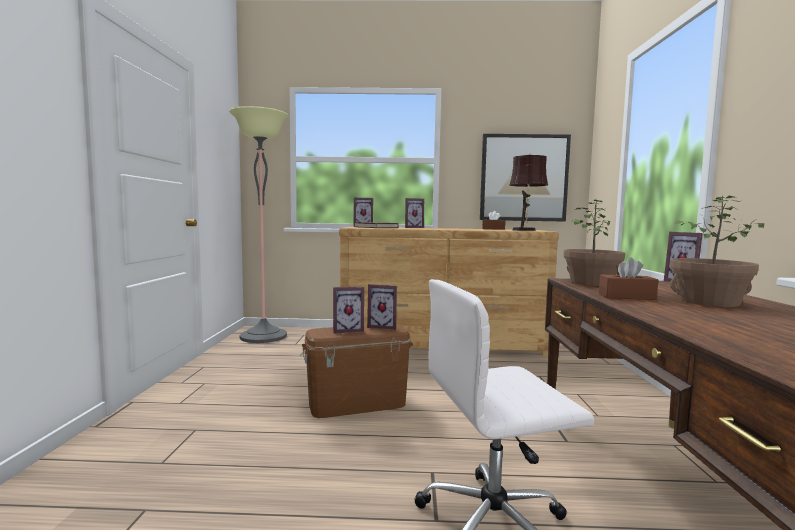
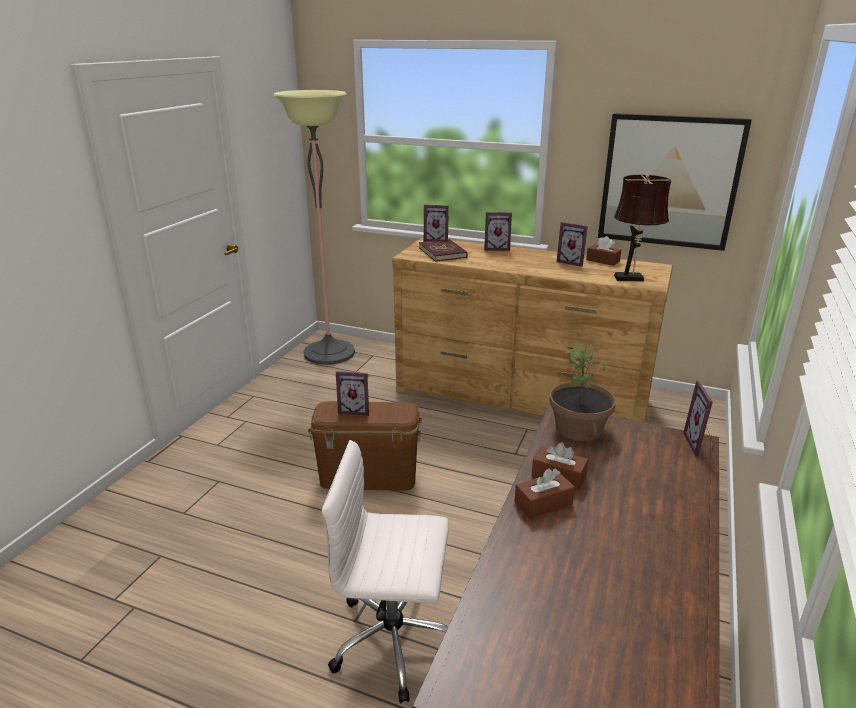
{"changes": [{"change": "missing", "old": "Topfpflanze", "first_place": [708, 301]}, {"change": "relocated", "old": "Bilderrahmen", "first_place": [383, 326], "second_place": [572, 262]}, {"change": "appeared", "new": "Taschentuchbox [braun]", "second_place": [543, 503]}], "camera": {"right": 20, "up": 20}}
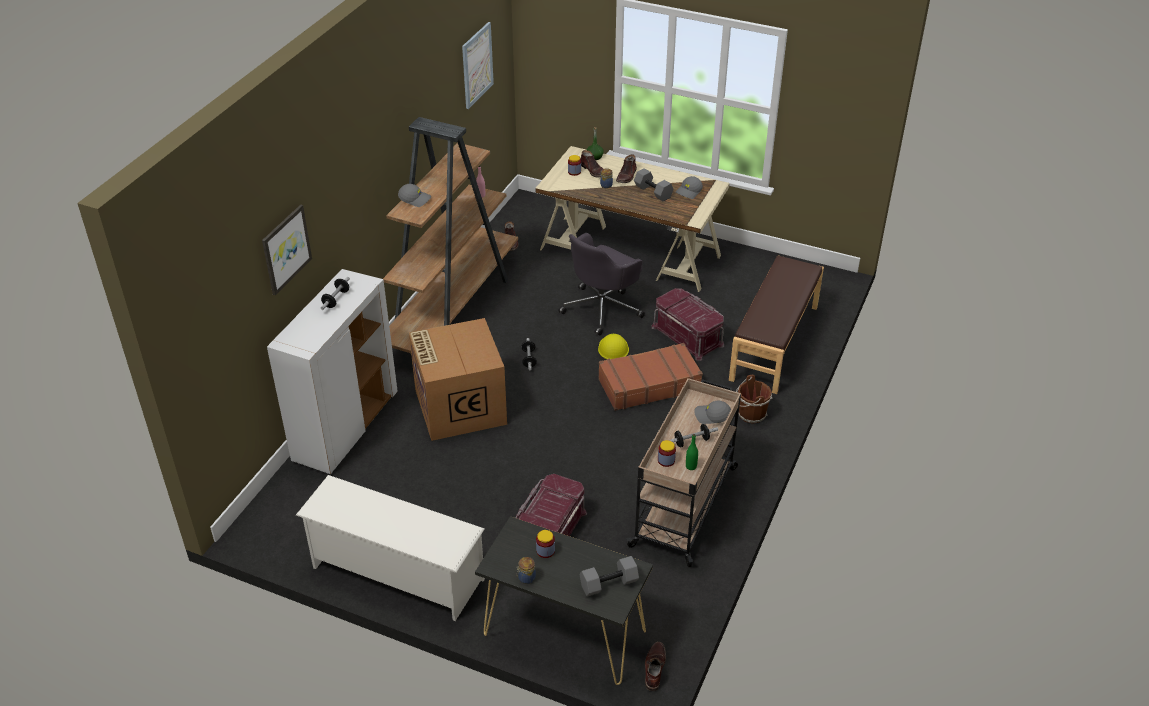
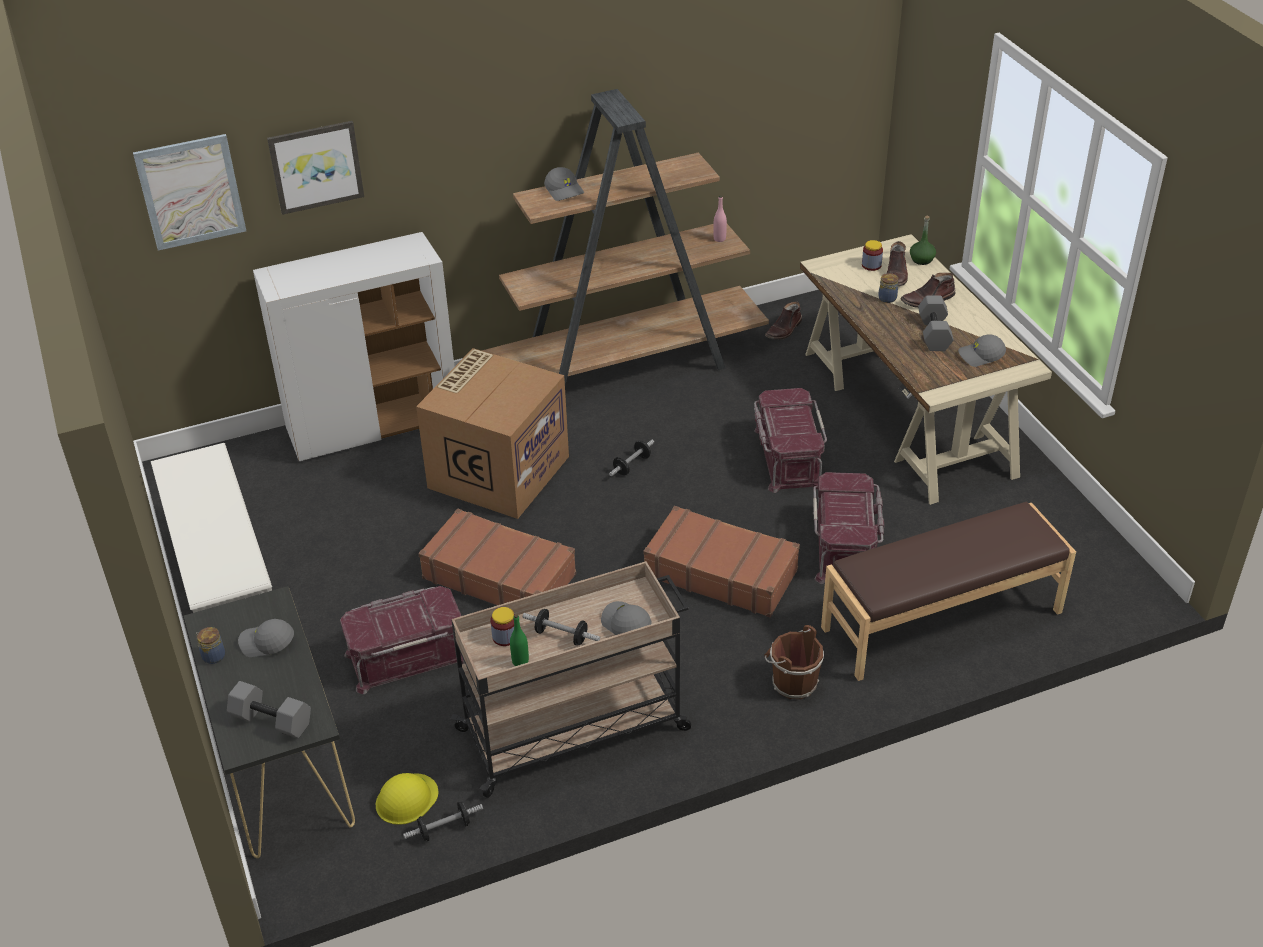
{"changes": [{"change": "relocated", "old": "Bild", "first_place": [477, 65], "second_place": [190, 192]}, {"change": "exchanged", "old": "Bürostuhl [grau]", "new": "Aufbewahrungsbox [rot]", "first_place": [602, 308], "second_place": [787, 457]}, {"change": "relocated", "old": "Hantel", "first_place": [336, 299], "second_place": [444, 829]}, {"change": "relocated", "old": "Schutzhelm [gelb]", "first_place": [613, 348], "second_place": [406, 799]}, {"change": "exchanged", "old": "Vorratsglas", "new": "Kappe [grau]", "first_place": [545, 551], "second_place": [267, 643]}, {"change": "missing", "old": "Stiefel [braun]", "first_place": [654, 668]}, {"change": "appeared", "new": "Koffer [braun]", "second_place": [499, 576]}], "camera": {"right": 45, "up": 0}}
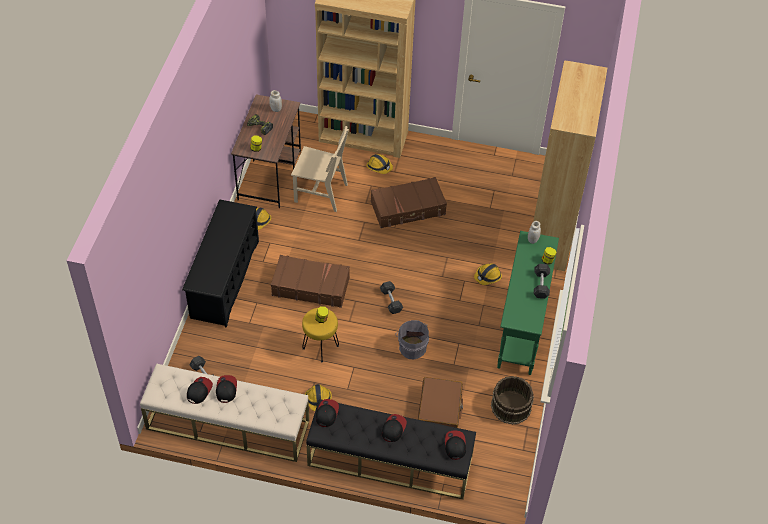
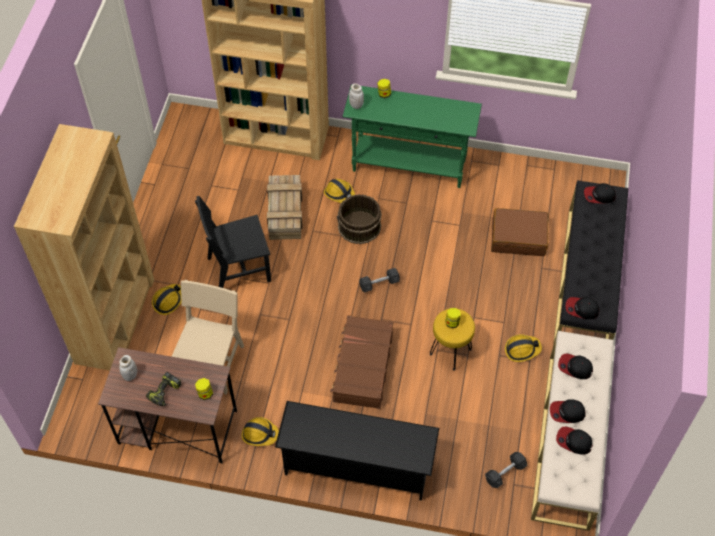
{"changes": [{"change": "exchanged", "old": "Koffer [braun]", "new": "Stuhl [schwarz]", "first_place": [408, 208], "second_place": [239, 269]}, {"change": "missing", "old": "Hantel [grau]", "first_place": [541, 285]}, {"change": "missing", "old": "Eimer [grau]", "first_place": [412, 347]}, {"change": "relocated", "old": "Eimer [braun]", "first_place": [510, 406], "second_place": [359, 227]}, {"change": "relocated", "old": "Kappe", "first_place": [393, 428], "second_place": [575, 367]}, {"change": "appeared", "new": "Kiste", "second_place": [284, 211]}], "camera": {"right": -90, "up": 5}}
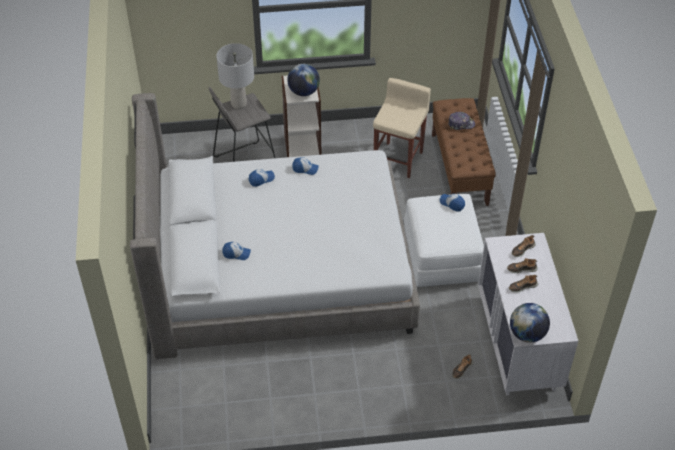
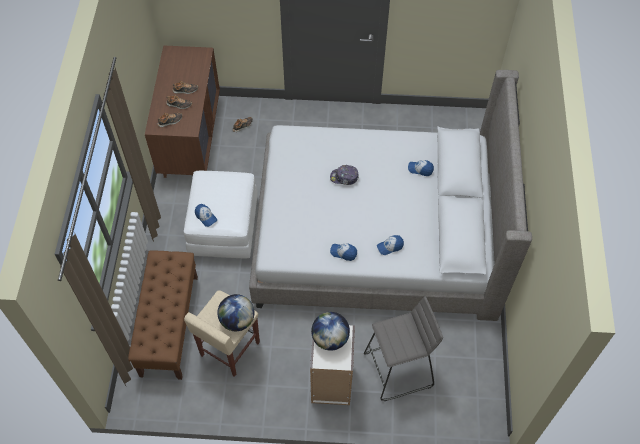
{"changes": [{"change": "missing", "old": "Tischlampe [grau]", "first_place": [239, 104]}, {"change": "relocated", "old": "Kappe", "first_place": [461, 124], "second_place": [344, 177]}, {"change": "colour", "old": "Kommode [weiß]", "new": "Kommode [braun]", "first_place": [518, 344], "second_place": [190, 138]}, {"change": "relocated", "old": "Globus", "first_place": [527, 334], "second_place": [237, 320]}], "camera": {"right": -170, "up": 10}}
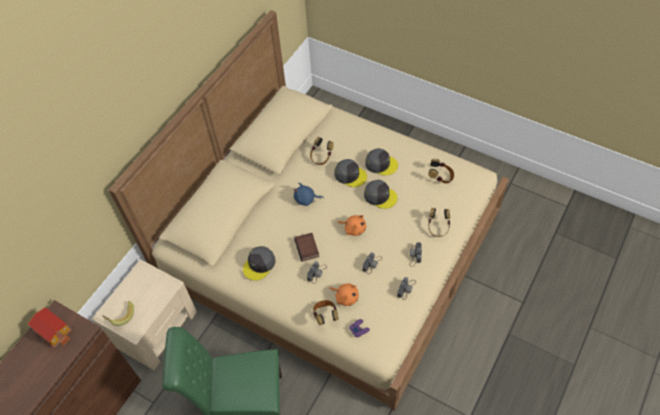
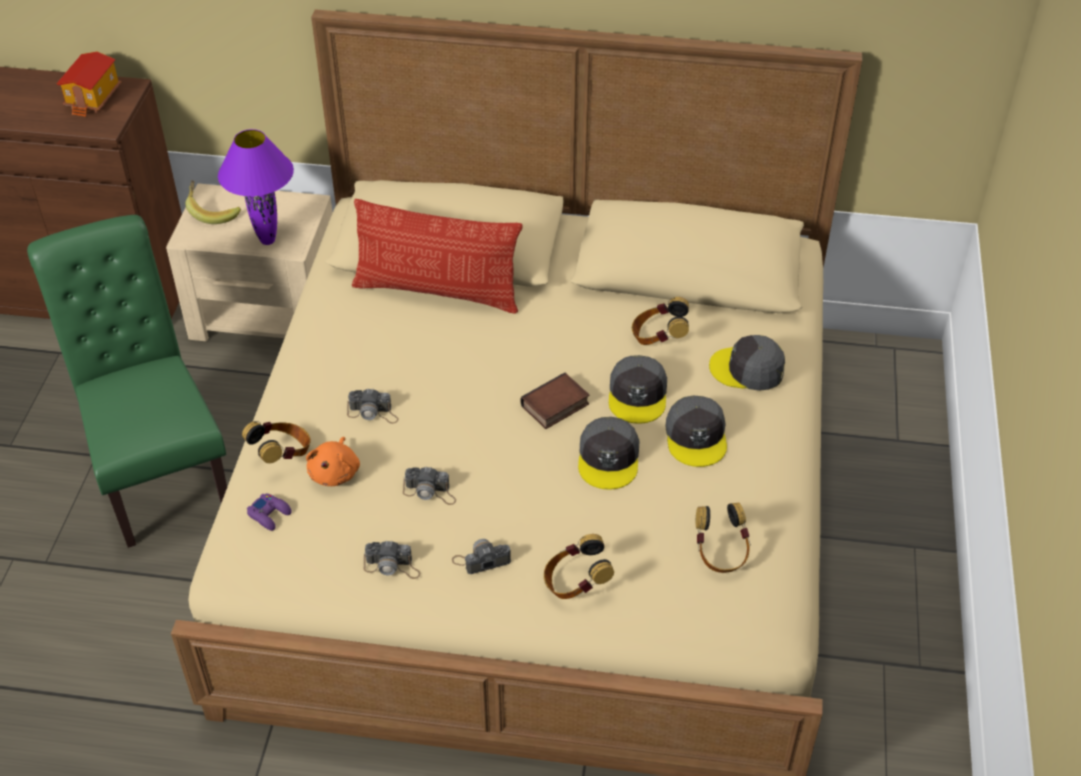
{"changes": [{"change": "missing", "old": "Plüschtier [blau]", "first_place": [306, 199]}, {"change": "missing", "old": "Plüschtier [orange]", "first_place": [353, 228]}, {"change": "relocated", "old": "Buch", "first_place": [308, 248], "second_place": [555, 406]}, {"change": "relocated", "old": "Kappe [grau]", "first_place": [259, 265], "second_place": [747, 369]}, {"change": "appeared", "new": "Tischlampe [lila]", "second_place": [268, 240]}, {"change": "appeared", "new": "Kissen", "second_place": [437, 291]}], "camera": {"right": 65, "up": -10}}
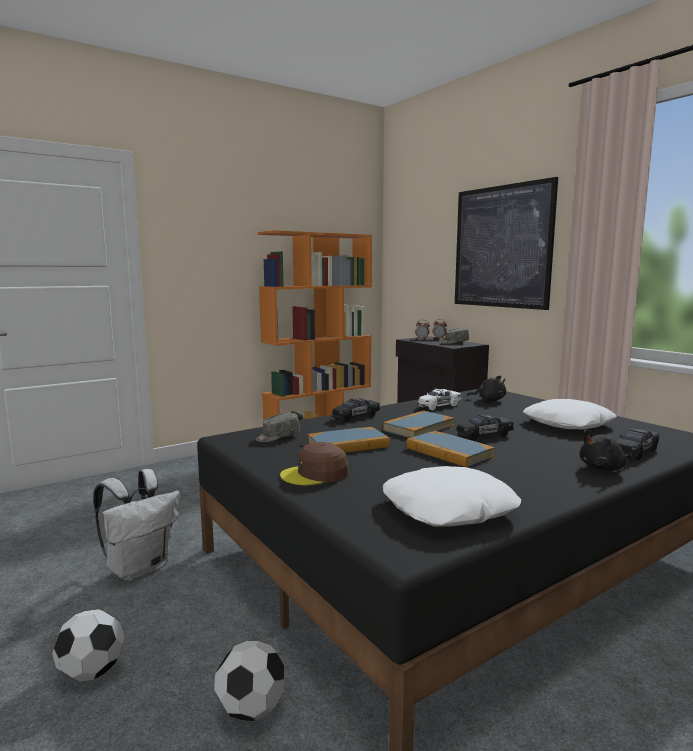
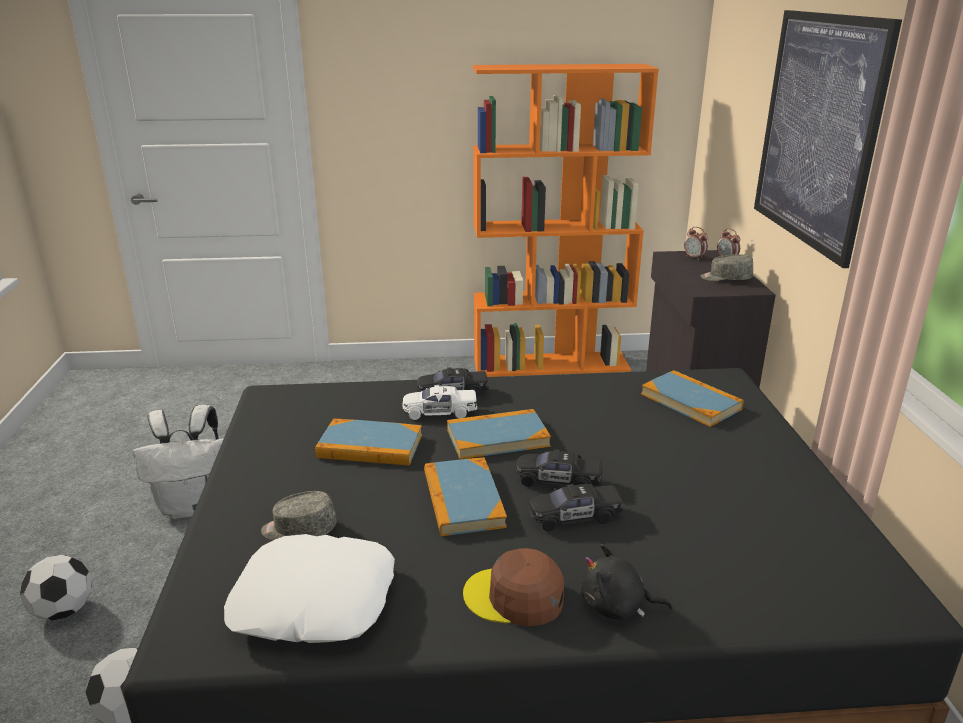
{"changes": [{"change": "exchanged", "old": "Plüschtier [schwarz]", "new": "Buch", "first_place": [489, 400], "second_place": [690, 401]}, {"change": "relocated", "old": "Spielzeugauto [weiß]", "first_place": [439, 406], "second_place": [440, 412]}, {"change": "missing", "old": "Kissen [weiß]", "first_place": [569, 423]}, {"change": "relocated", "old": "Kappe [grau]", "first_place": [277, 437], "second_place": [299, 529]}, {"change": "relocated", "old": "Spielzeugauto [schwarz]", "first_place": [635, 452], "second_place": [574, 517]}, {"change": "relocated", "old": "Kappe [braun]", "first_place": [315, 474], "second_place": [515, 597]}], "camera": {"right": 30, "up": 15}}
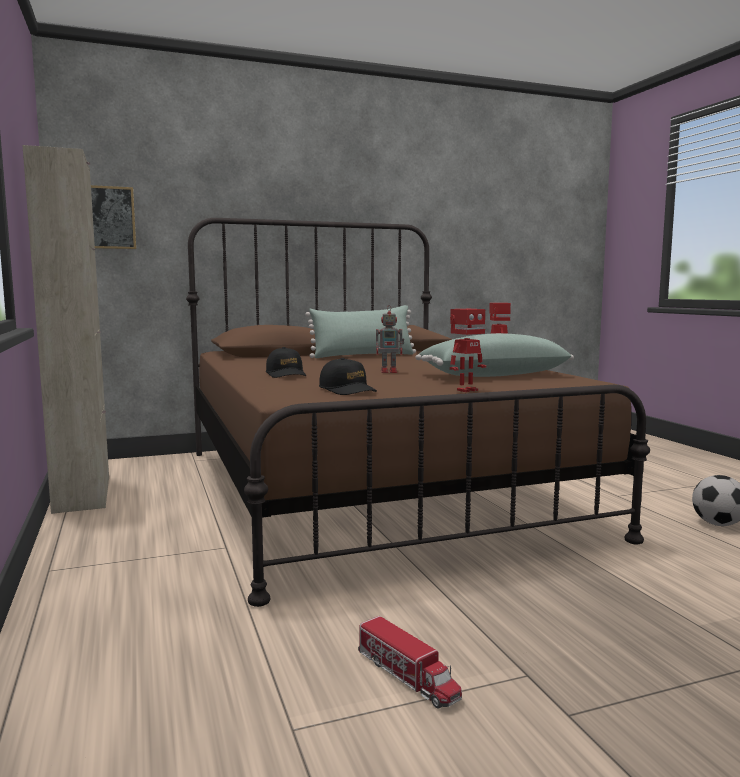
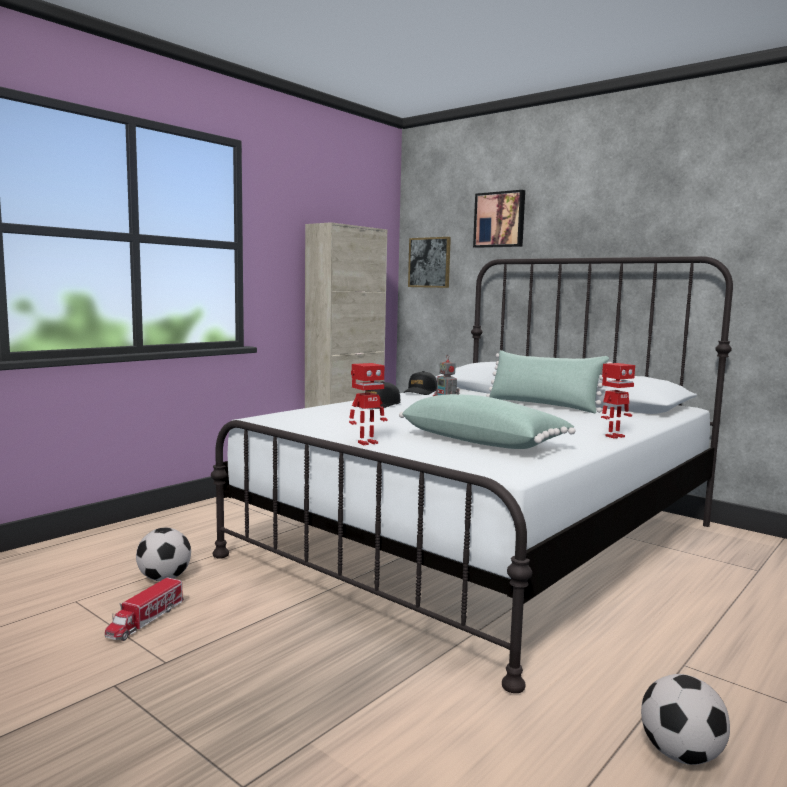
{"changes": [{"change": "colour", "old": "Bett [braun]", "new": "Bett [weiß]", "first_place": [371, 489], "second_place": [484, 539]}, {"change": "spun", "old": "Spielzeugroboter", "first_place": [466, 390], "second_place": [366, 443], "degrees": -60}, {"change": "relocated", "old": "Kappe [schwarz]", "first_place": [347, 390], "second_place": [420, 392]}, {"change": "appeared", "new": "Bild", "second_place": [500, 220]}, {"change": "appeared", "new": "Fußball", "second_place": [164, 578]}], "camera": {"right": 60, "up": 0}}
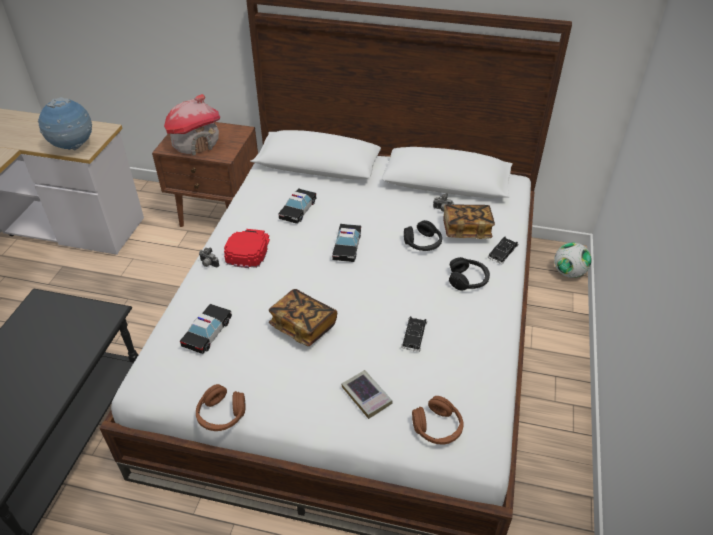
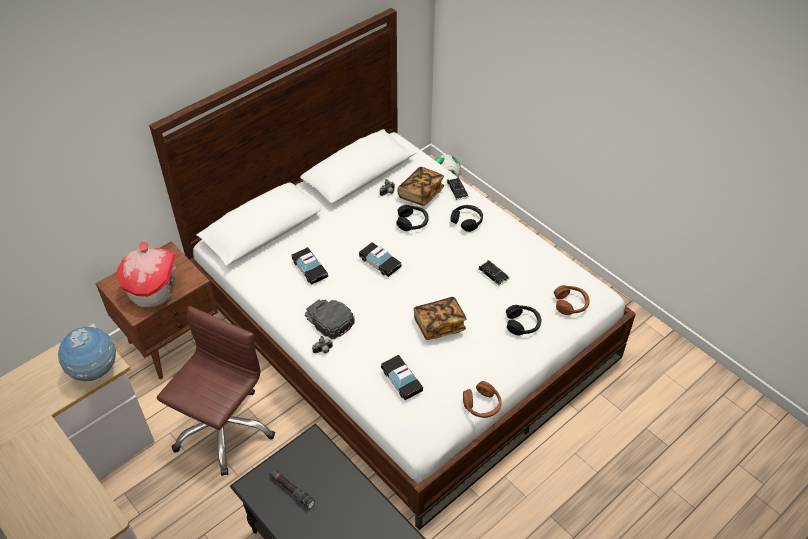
{"changes": [{"change": "colour", "old": "Kappe [rot]", "new": "Kappe [schwarz]", "first_place": [248, 249], "second_place": [329, 319]}, {"change": "exchanged", "old": "Buch", "new": "Kopfhörer [schwarz]", "first_place": [366, 396], "second_place": [522, 324]}, {"change": "appeared", "new": "Bürostuhl [braun]", "second_place": [223, 429]}, {"change": "appeared", "new": "Taschenlampe [schwarz]", "second_place": [291, 490]}], "camera": {"right": -55, "up": 5}}
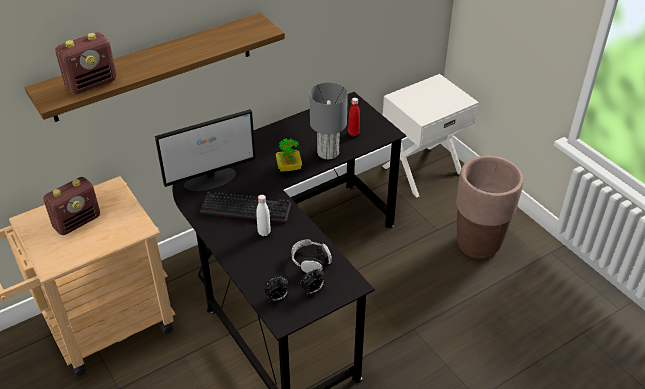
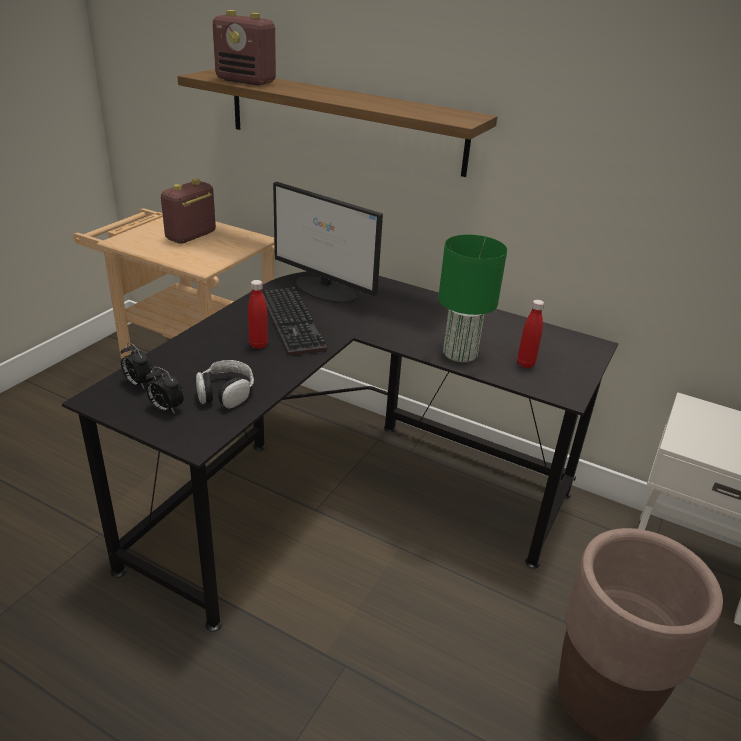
{"changes": [{"change": "colour", "old": "Tischlampe [grau]", "new": "Tischlampe [grün]", "first_place": [328, 152], "second_place": [460, 354]}, {"change": "missing", "old": "Topfpflanze", "first_place": [289, 167]}, {"change": "spun", "old": "Radio", "first_place": [77, 222], "second_place": [191, 236], "degrees": 105}, {"change": "colour", "old": "Flasche [weiß]", "new": "Flasche [rot]", "first_place": [264, 232], "second_place": [258, 345]}], "camera": {"right": 60, "up": -10}}
